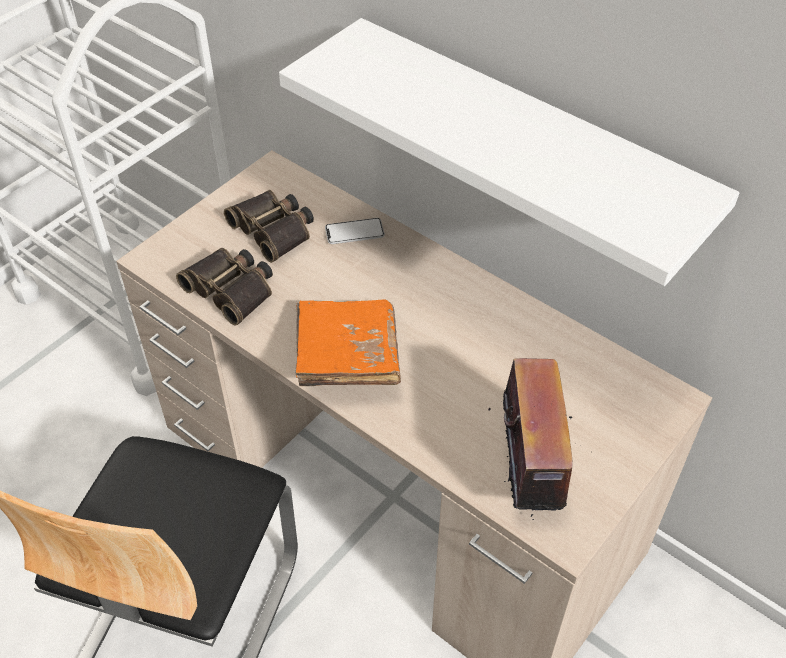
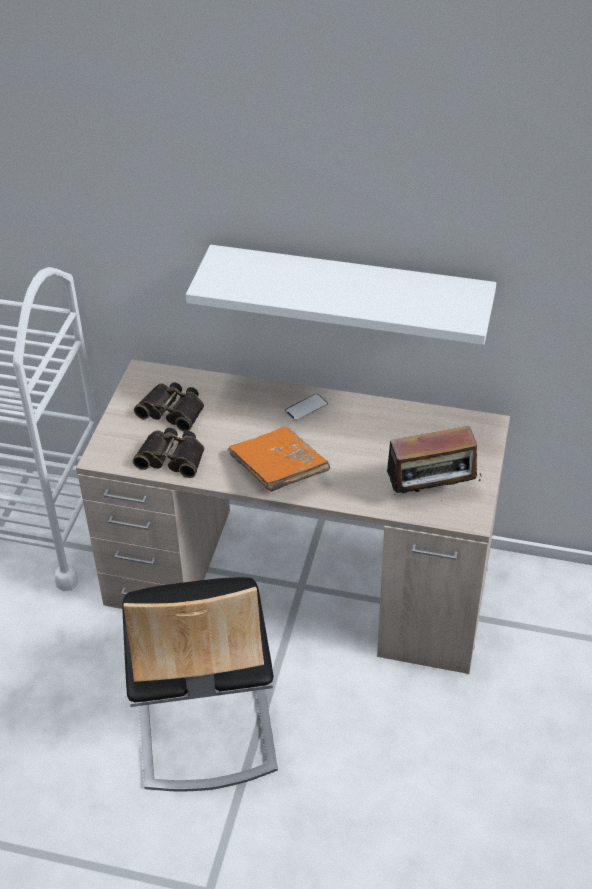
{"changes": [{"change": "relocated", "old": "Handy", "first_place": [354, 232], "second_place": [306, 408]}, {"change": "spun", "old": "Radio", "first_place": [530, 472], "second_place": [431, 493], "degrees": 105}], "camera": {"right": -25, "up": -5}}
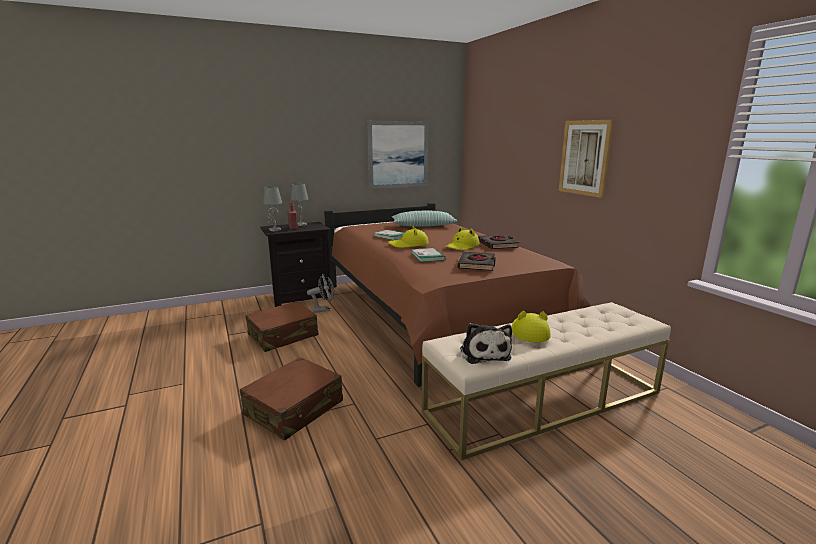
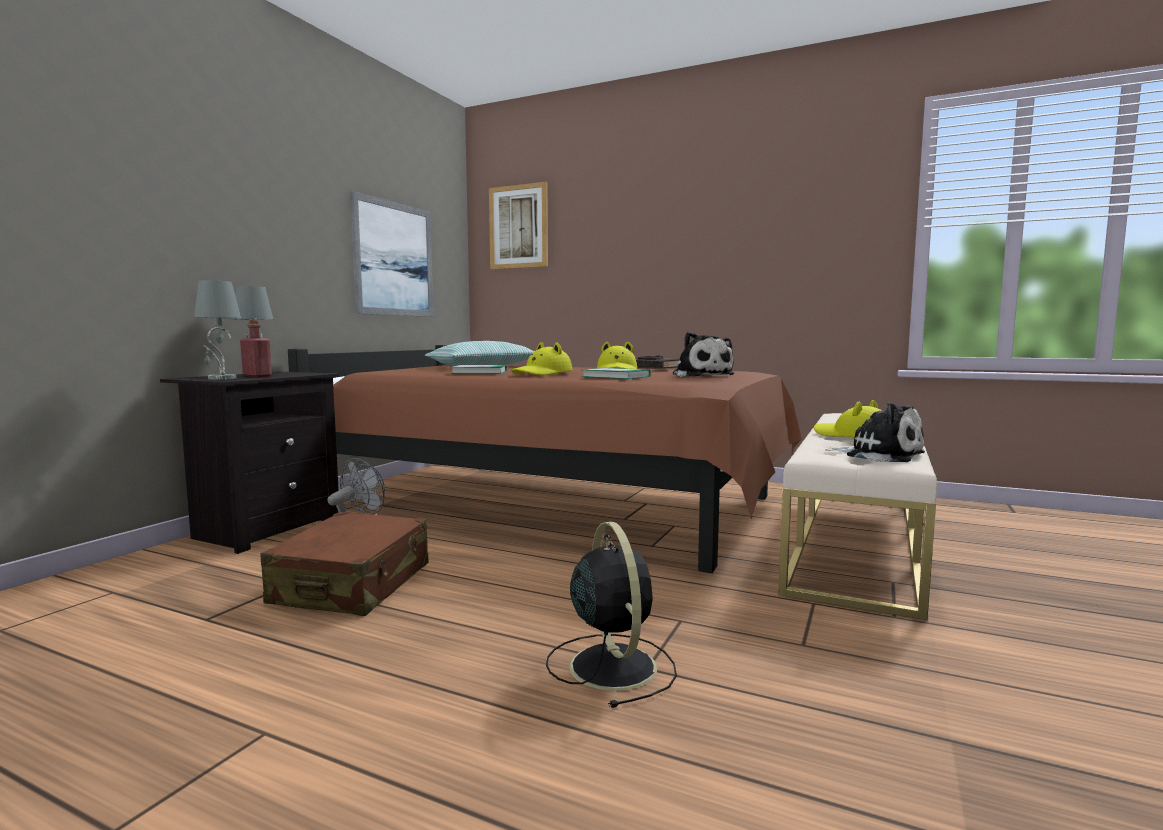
{"changes": [{"change": "relocated", "old": "Bild", "first_place": [584, 158], "second_place": [518, 227]}, {"change": "exchanged", "old": "Buch [schwarz]", "new": "Plüschtier", "first_place": [477, 265], "second_place": [701, 376]}, {"change": "exchanged", "old": "Koffer [braun]", "new": "Ventilator [schwarz]", "first_place": [294, 409], "second_place": [611, 665]}], "camera": {"right": -40, "up": -10}}
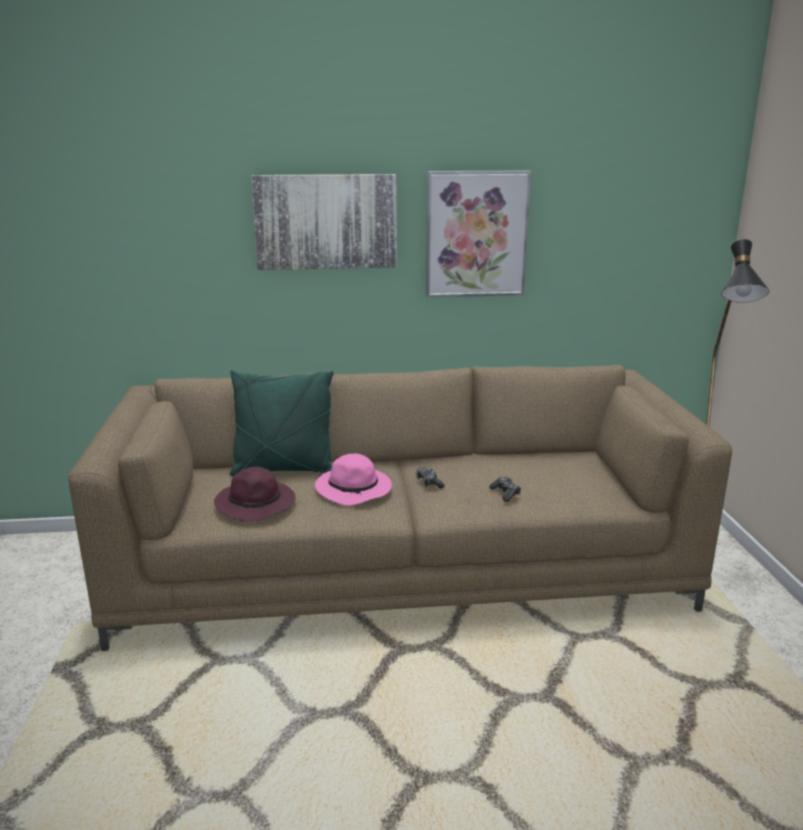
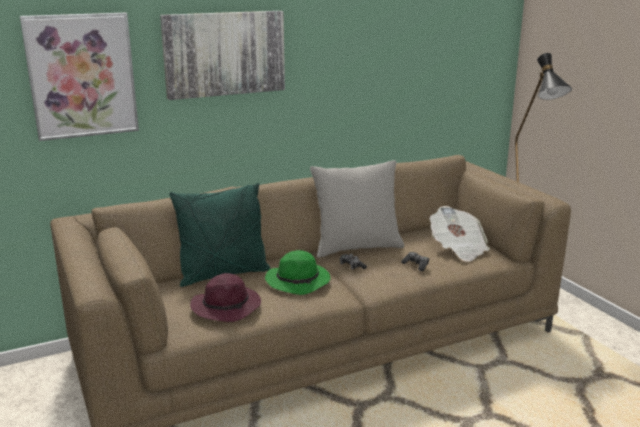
{"changes": [{"change": "relocated", "old": "Bild", "first_place": [476, 234], "second_place": [82, 76]}, {"change": "colour", "old": "Hut [rosa]", "new": "Hut [grün]", "first_place": [355, 490], "second_place": [299, 281]}, {"change": "appeared", "new": "Kissen [grau]", "second_place": [357, 247]}, {"change": "appeared", "new": "Zeitung", "second_place": [458, 249]}], "camera": {"right": -20, "up": 0}}
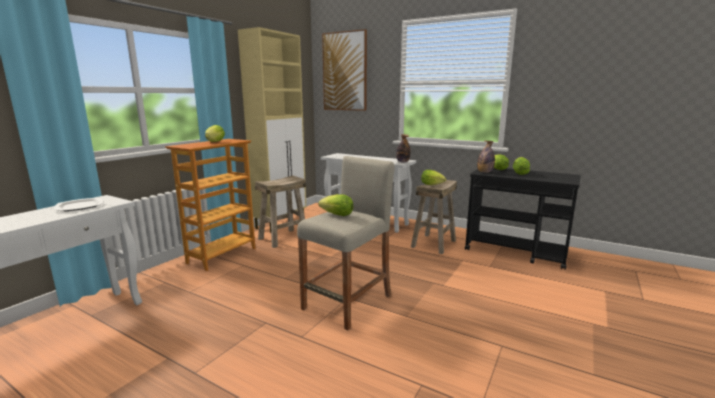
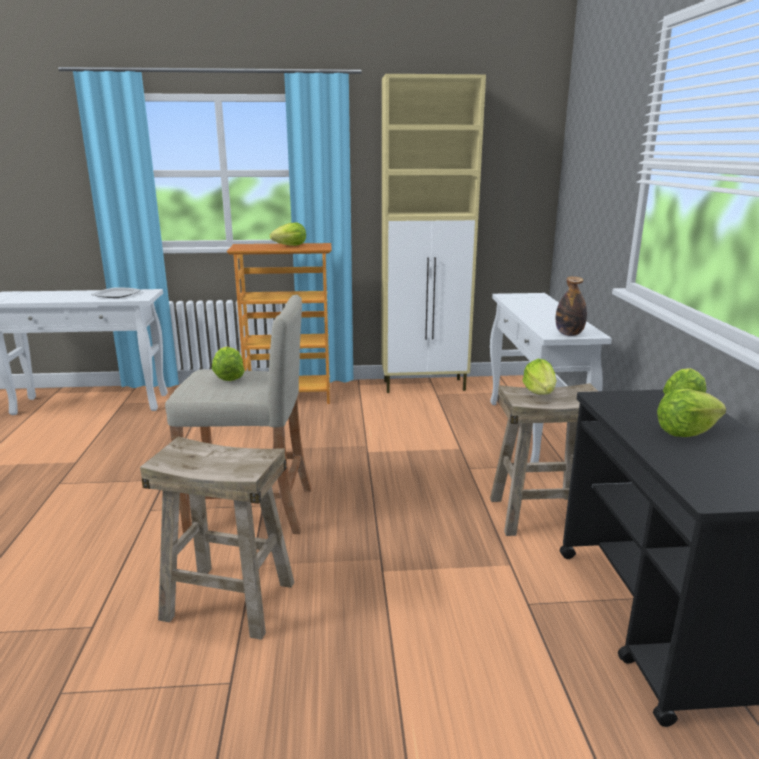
{"changes": [{"change": "missing", "old": "Bild", "first_place": [345, 71]}, {"change": "missing", "old": "Flasche", "first_place": [484, 172]}, {"change": "relocated", "old": "Hocker [beige]", "first_place": [283, 238], "second_place": [228, 601]}], "camera": {"right": 55, "up": 5}}
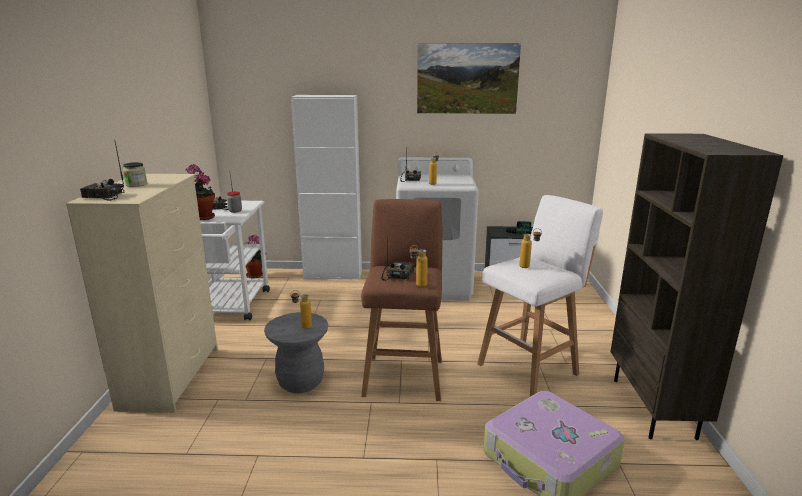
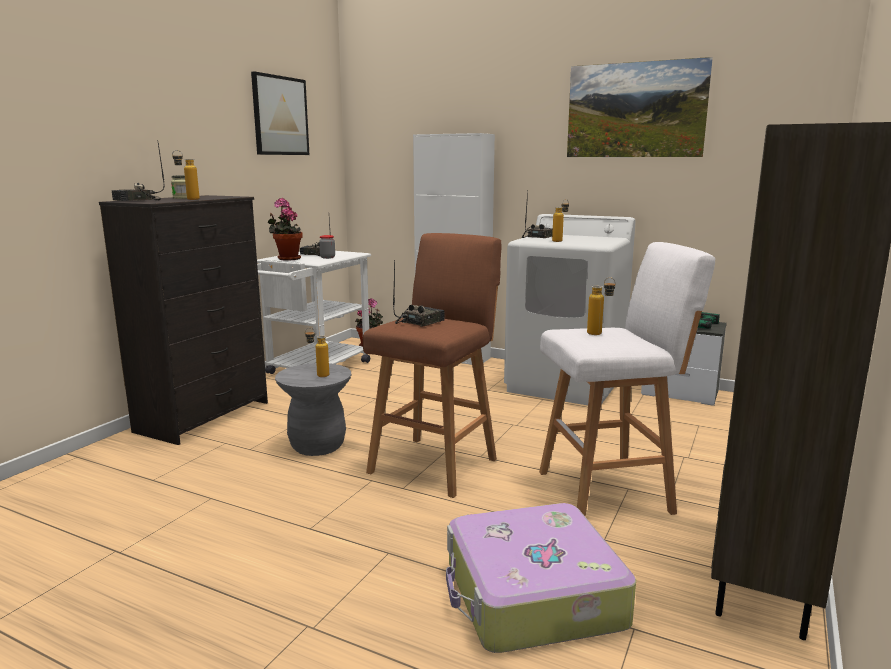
{"changes": [{"change": "spun", "old": "Radio", "first_place": [103, 196], "second_place": [136, 200], "degrees": -75}, {"change": "colour", "old": "Kommode [beige]", "new": "Kommode [schwarz]", "first_place": [172, 377], "second_place": [205, 416]}, {"change": "relocated", "old": "Flasche", "first_place": [417, 286], "second_place": [188, 199]}, {"change": "appeared", "new": "Bild", "second_place": [280, 116]}], "camera": {"right": 25, "up": -5}}
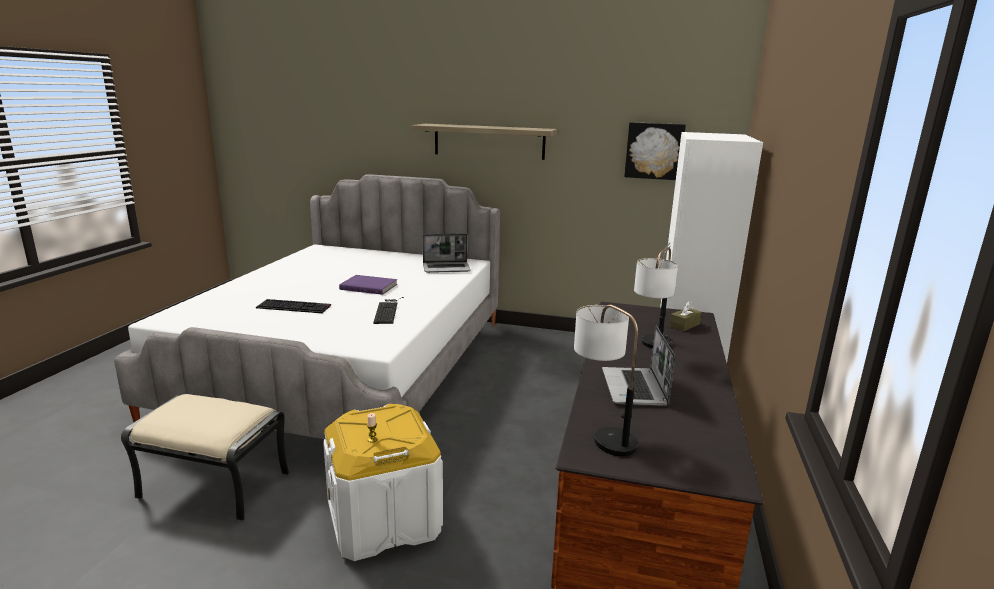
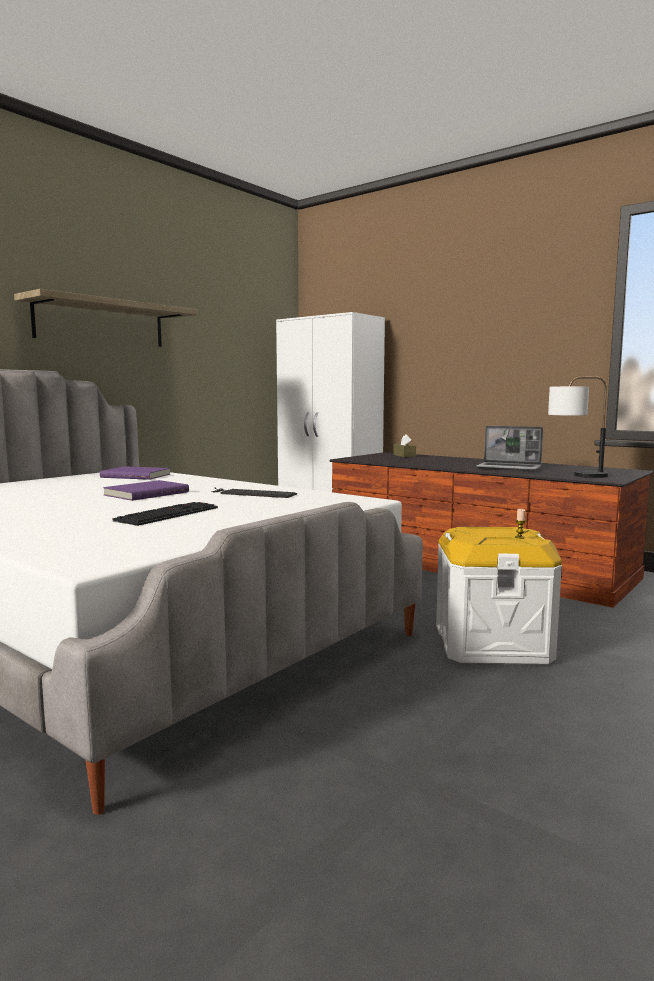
{"changes": [{"change": "missing", "old": "Bild", "first_place": [654, 151]}, {"change": "exchanged", "old": "Laptop", "new": "Buch [lila]", "first_place": [447, 268], "second_place": [136, 475]}, {"change": "missing", "old": "Tischlampe", "first_place": [650, 348]}, {"change": "missing", "old": "Polsterhocker [beige]", "first_place": [216, 484]}], "camera": {"right": -65, "up": -10}}
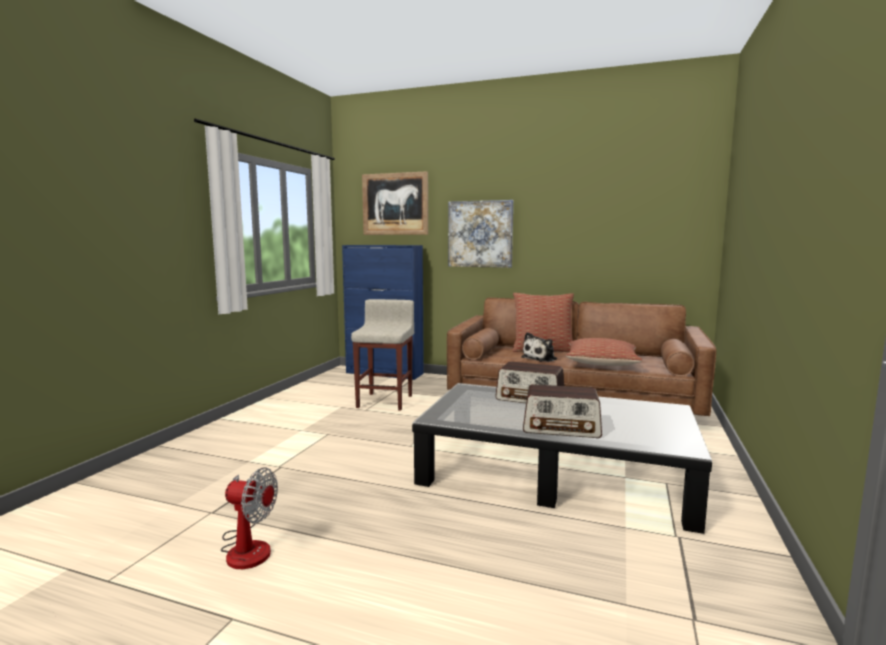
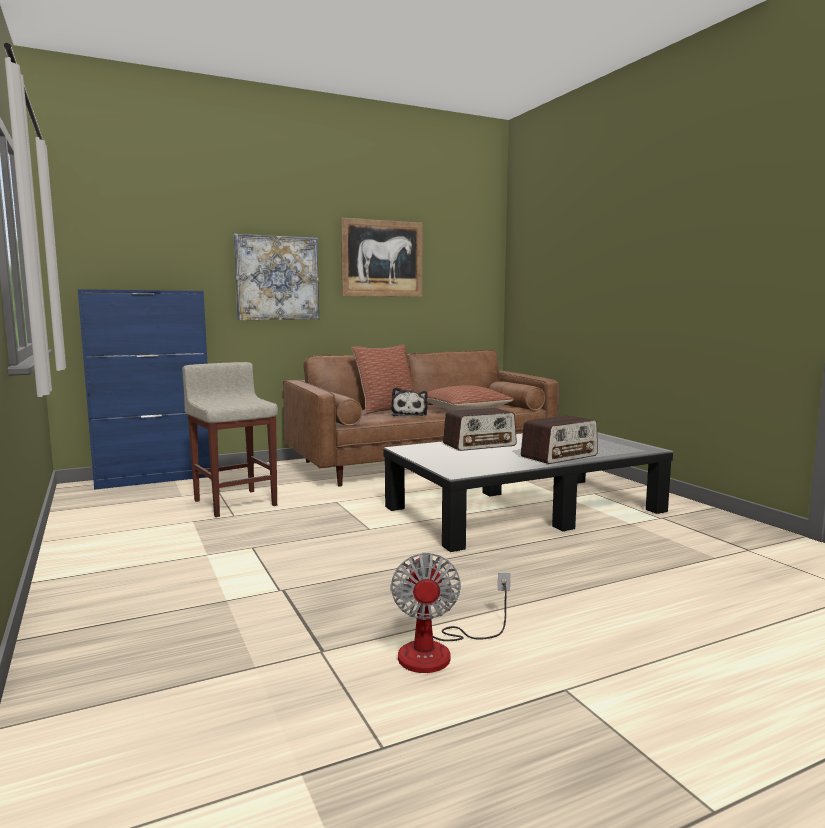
{"changes": [{"change": "relocated", "old": "Bild", "first_place": [395, 204], "second_place": [382, 258]}, {"change": "spun", "old": "Ventilator", "first_place": [247, 547], "second_place": [439, 651], "degrees": 120}], "camera": {"right": -45, "up": 0}}
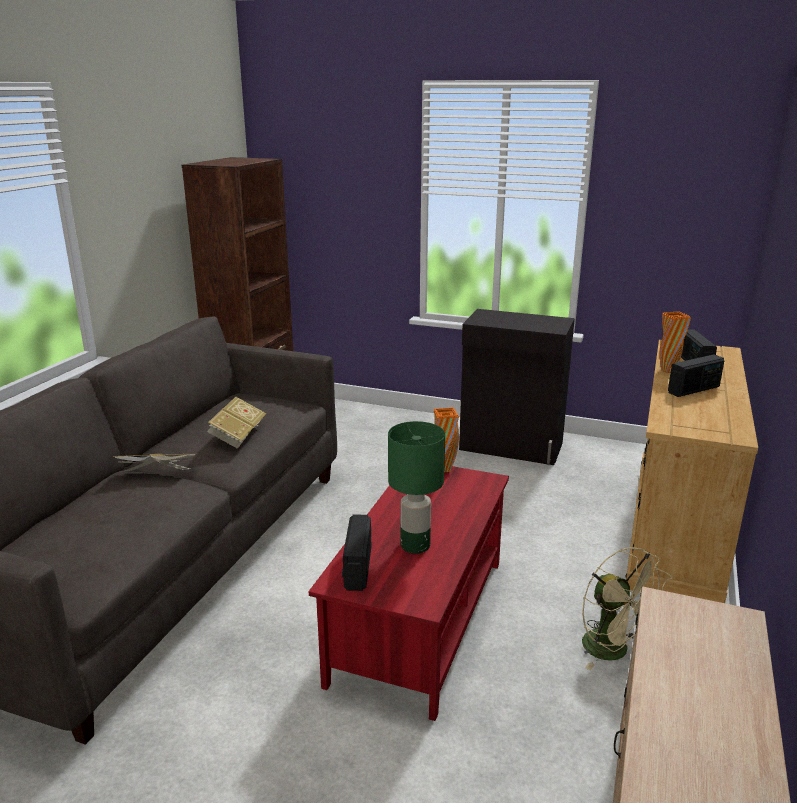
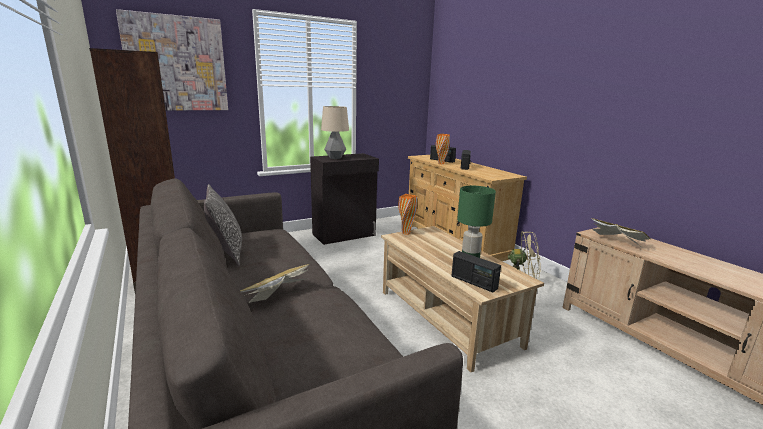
{"changes": [{"change": "relocated", "old": "Buch", "first_place": [237, 435], "second_place": [616, 242]}, {"change": "colour", "old": "Couchtisch [rot]", "new": "Couchtisch [beige]", "first_place": [419, 618], "second_place": [446, 317]}, {"change": "appeared", "new": "Bild", "second_place": [176, 64]}, {"change": "appeared", "new": "Tischlampe", "second_place": [335, 158]}, {"change": "appeared", "new": "Kissen", "second_place": [227, 253]}], "camera": {"right": -50, "up": -5}}
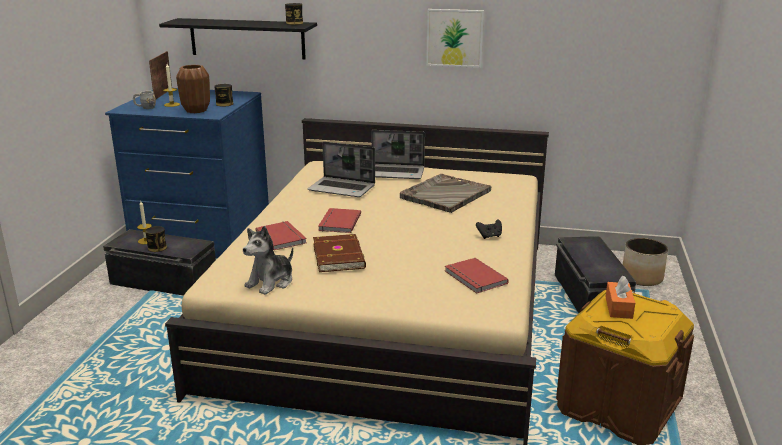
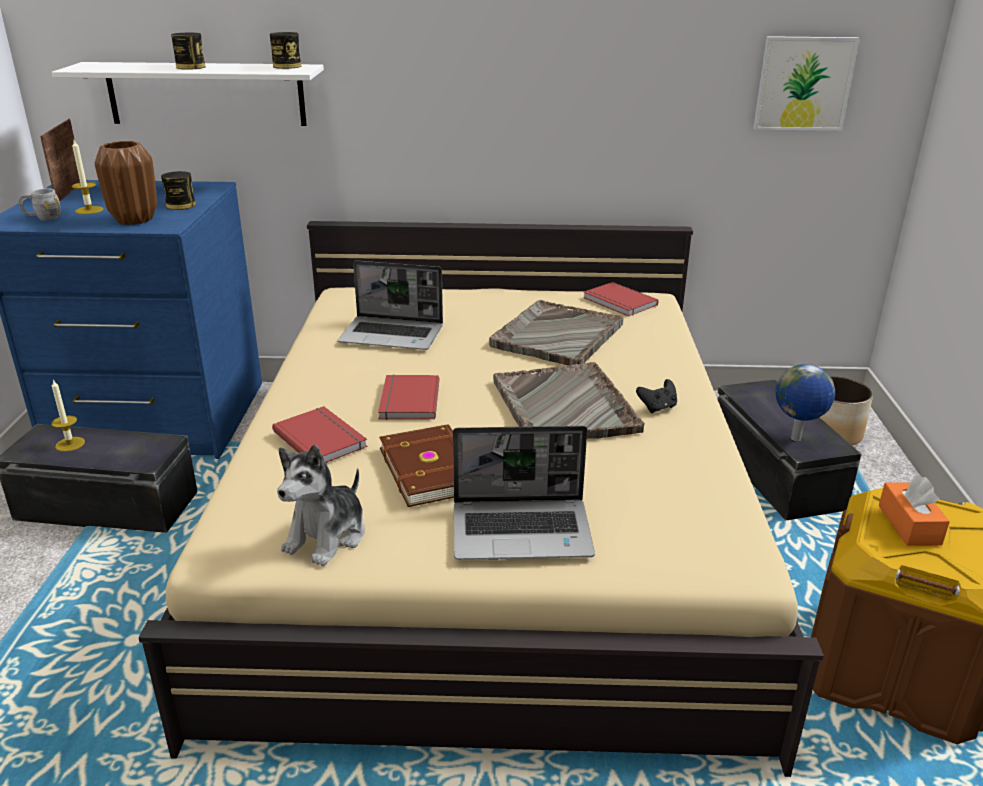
{"changes": [{"change": "relocated", "old": "Bild", "first_place": [454, 38], "second_place": [804, 84]}, {"change": "colour", "old": "Wandregal [schwarz]", "new": "Wandregal [weiß]", "first_place": [247, 38], "second_place": [206, 94]}, {"change": "relocated", "old": "Laptop", "first_place": [396, 173], "second_place": [523, 531]}, {"change": "relocated", "old": "Dose", "first_place": [157, 248], "second_place": [191, 67]}, {"change": "relocated", "old": "Buch [rot]", "first_place": [474, 278], "second_place": [618, 302]}, {"change": "appeared", "new": "Tablett [grau]", "second_place": [565, 407]}, {"change": "appeared", "new": "Globus", "second_place": [796, 439]}], "camera": {"right": -10, "up": 5}}
